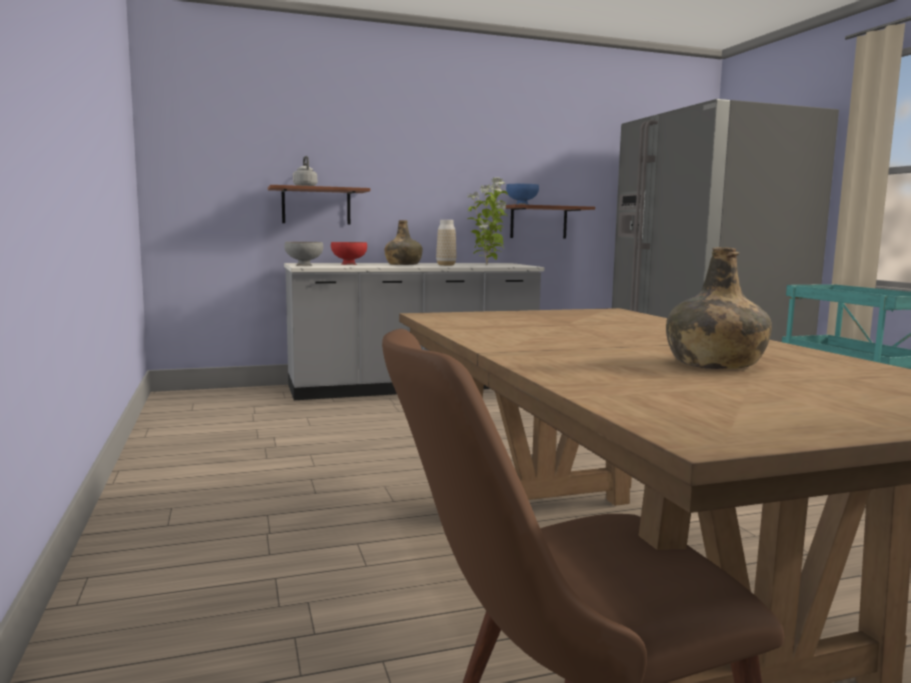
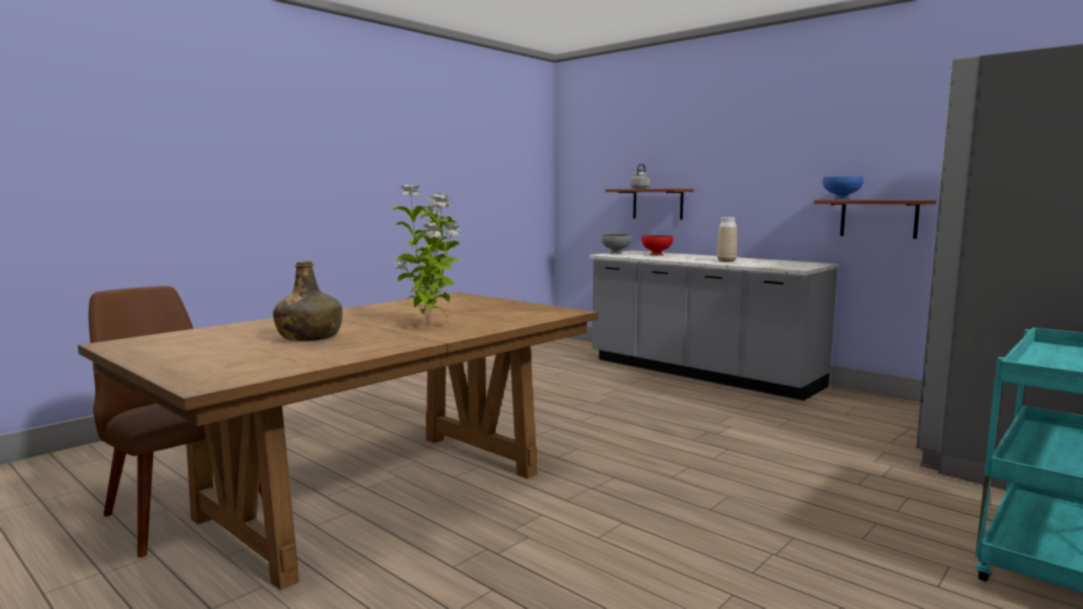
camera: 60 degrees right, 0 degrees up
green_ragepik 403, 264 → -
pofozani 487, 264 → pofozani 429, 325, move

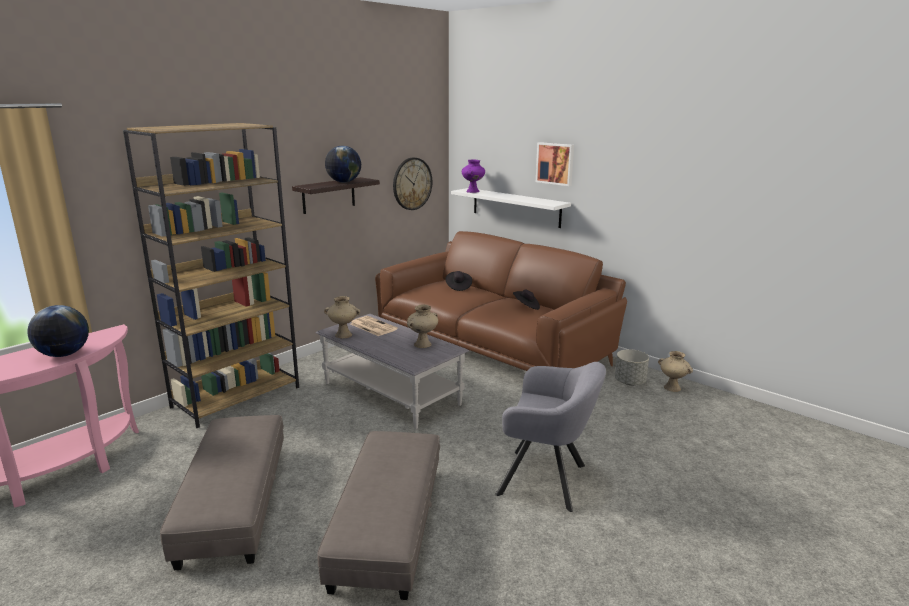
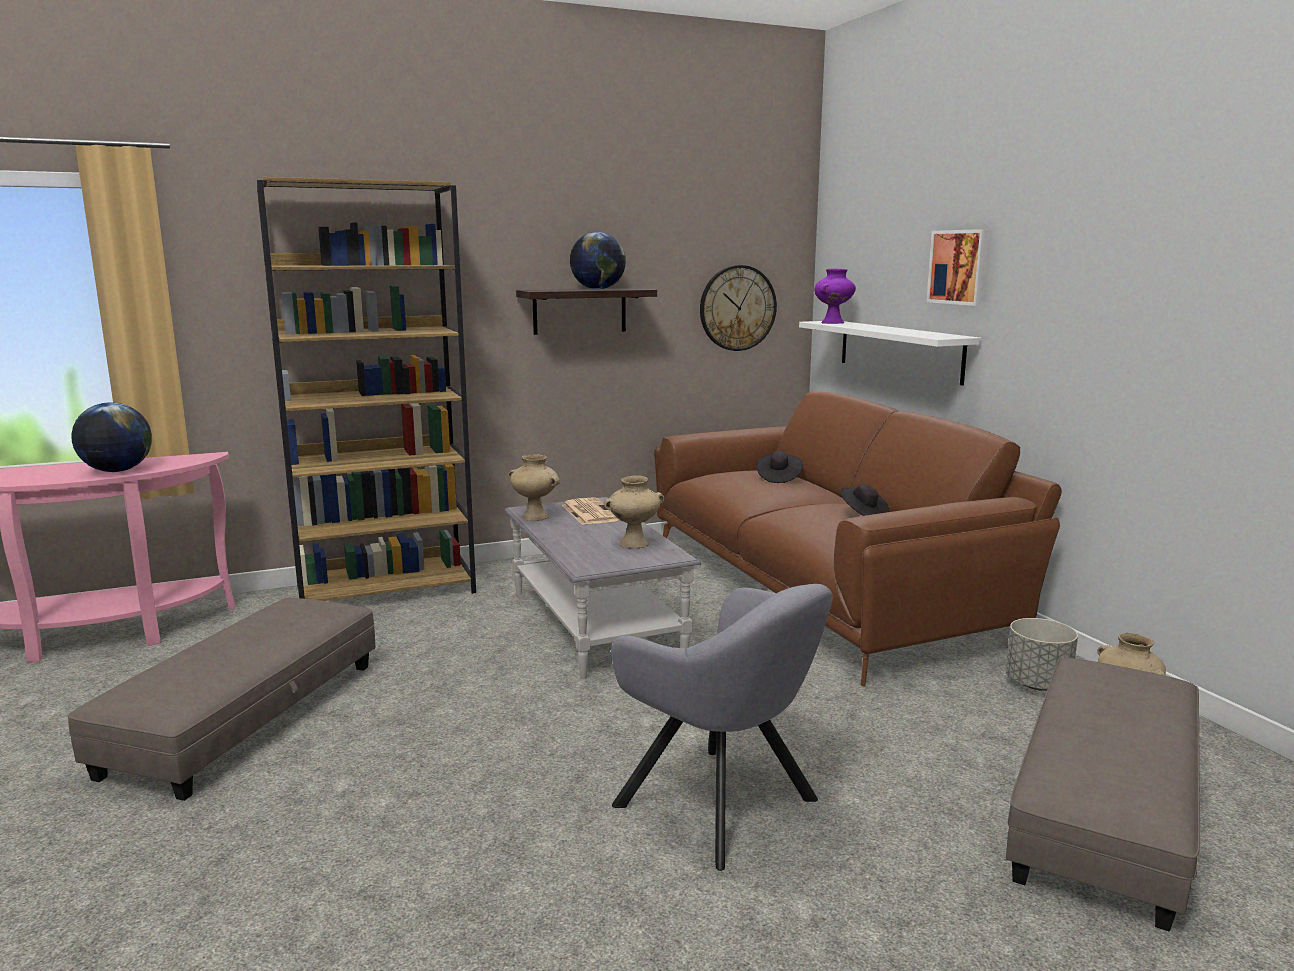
camera: 25 degrees right, 5 degrees down
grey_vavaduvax 388, 525 → grey_vavaduvax 1104, 809, move

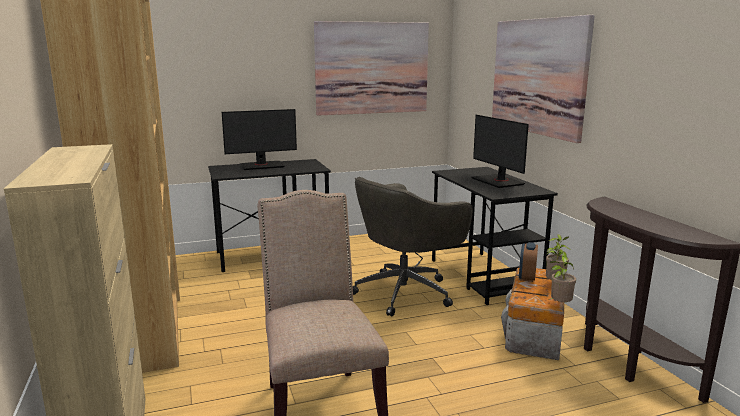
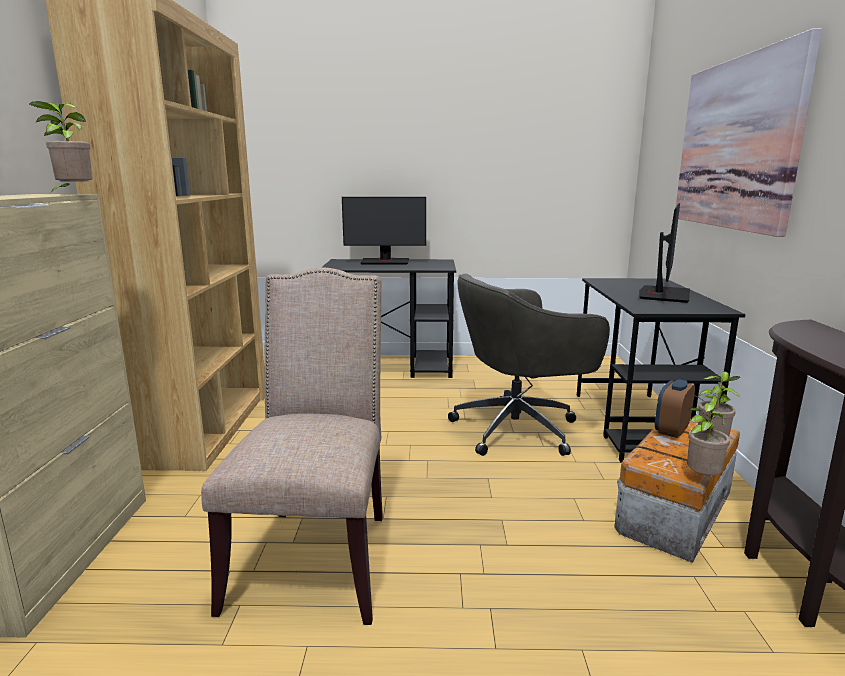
camera: 20 degrees right, 0 degrees up
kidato 372, 68 → -
- → pofozani 73, 194
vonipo 498, 181 → vonipo 663, 294, 150 degrees counterclockwise

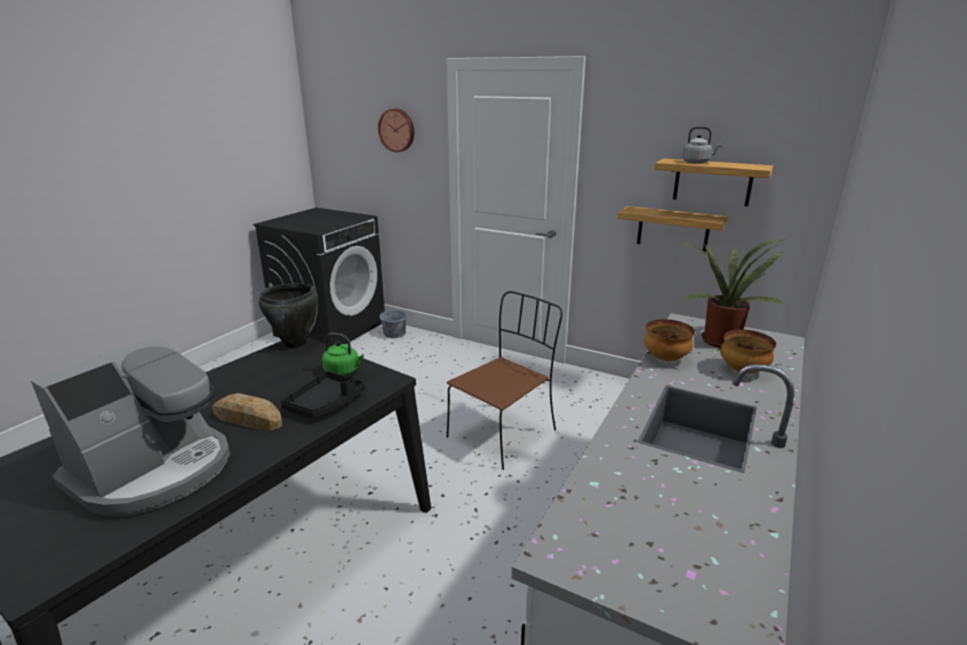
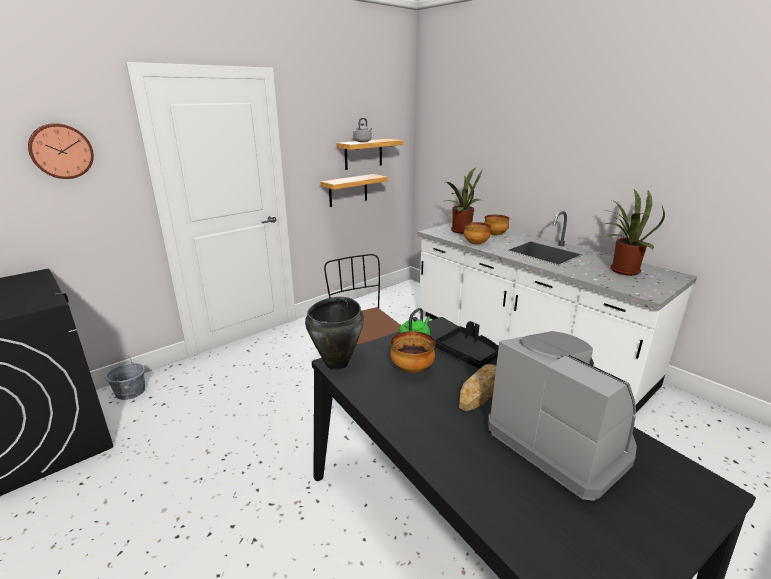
camera: 70 degrees left, 0 degrees up
- → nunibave 411, 369
- → pofozani 621, 270

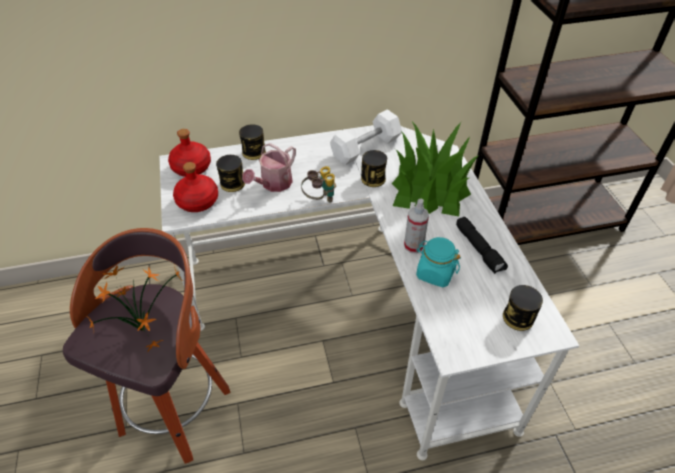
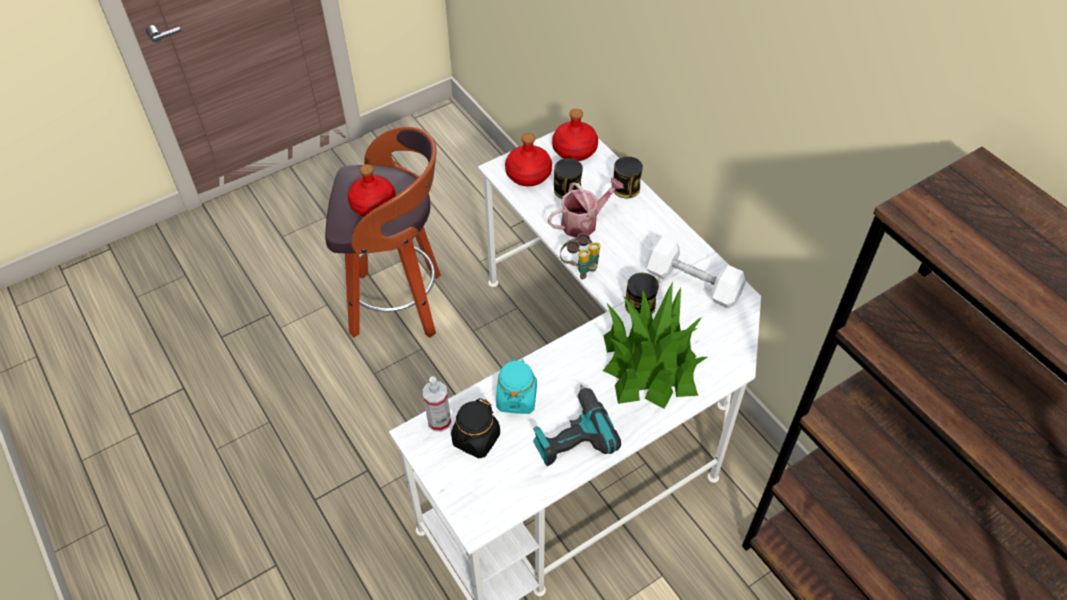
camera: 70 degrees right, 5 degrees up
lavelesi 518, 317 → -
- → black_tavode 476, 439
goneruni 413, 246 → goneruni 439, 421, move
pofozani 143, 328 → red_ragepik 373, 204
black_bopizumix 479, 249 → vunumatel 571, 434
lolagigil 273, 184 → lolagigil 583, 222, 135 degrees clockwise

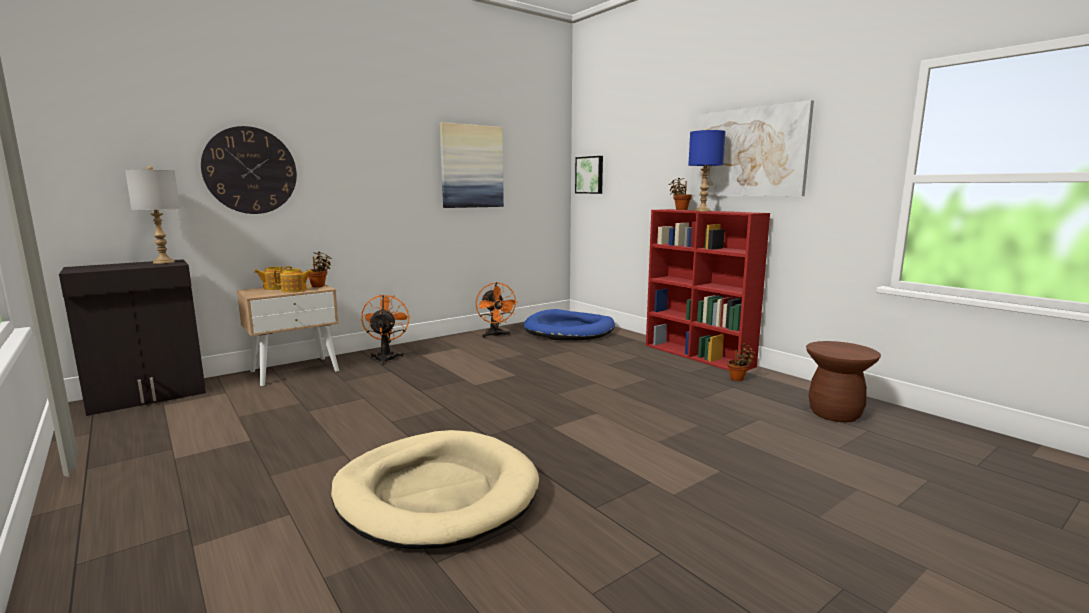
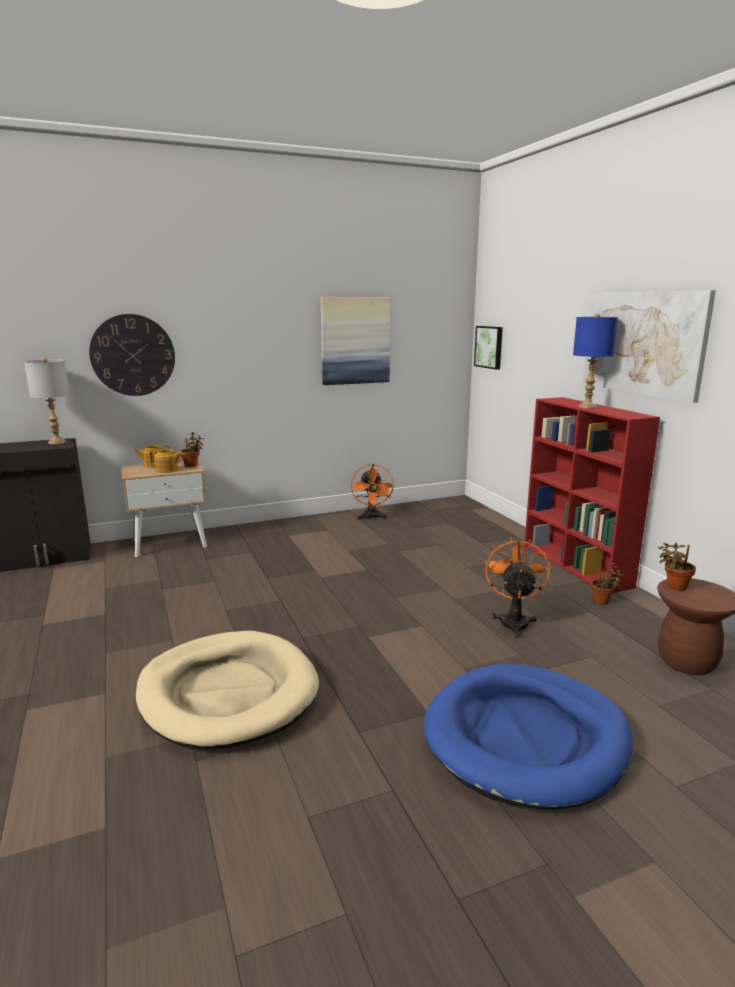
camera: 15 degrees right, 5 degrees up
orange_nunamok 386, 357 → orange_nunamok 514, 621, move
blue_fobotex 569, 330 → blue_fobotex 526, 738, move
pofozani 680, 209 → pofozani 674, 586, move

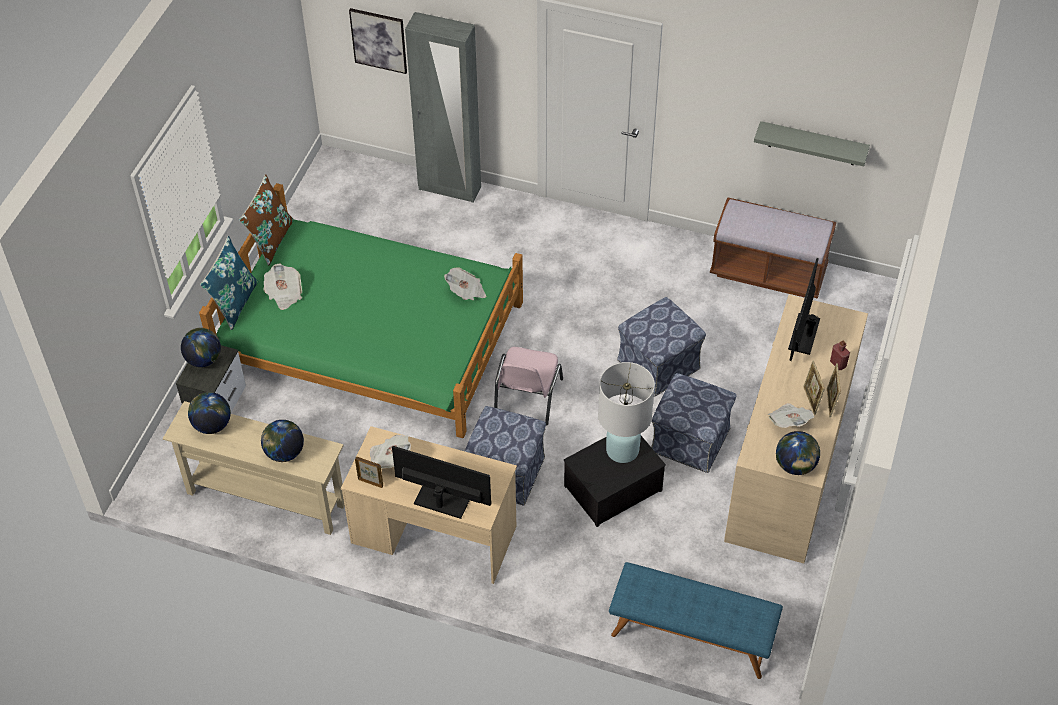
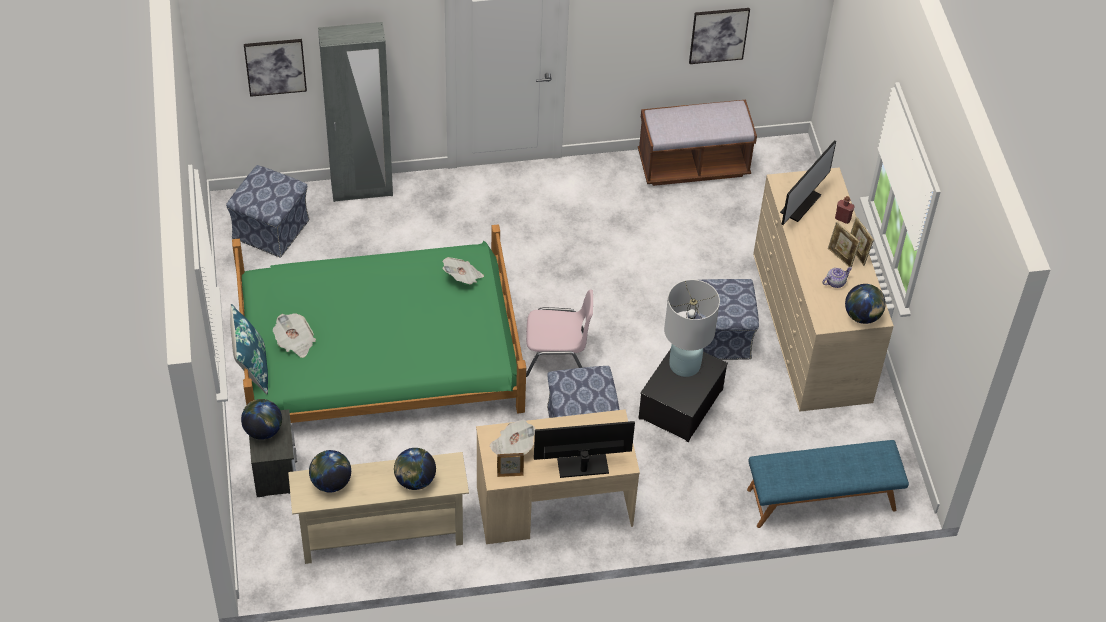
camera: 30 degrees left, 0 degrees up
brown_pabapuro 271, 240 → -
vavaduvax 659, 364 → vavaduvax 271, 228, move
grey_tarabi 812, 144 → kidato 718, 35
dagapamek 789, 422 → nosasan 835, 282
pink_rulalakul 527, 398 → pink_rulalakul 557, 355, 75 degrees counterclockwise
vonipo 804, 334 → vonipo 800, 204, 135 degrees counterclockwise

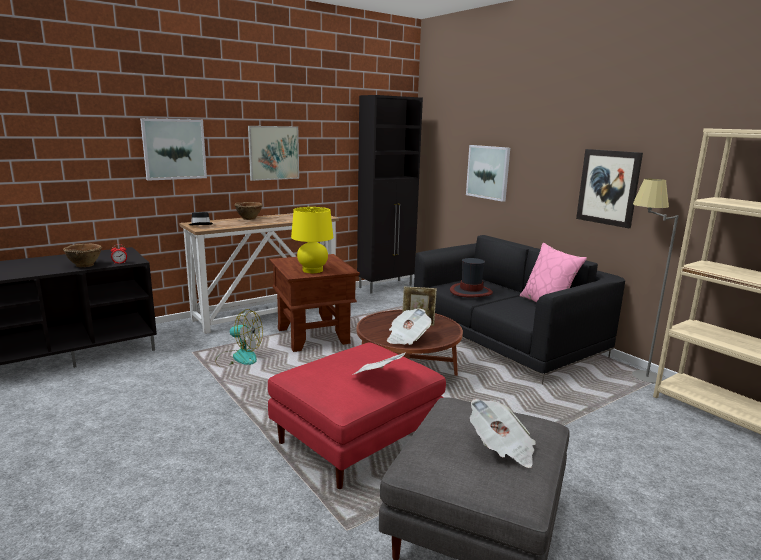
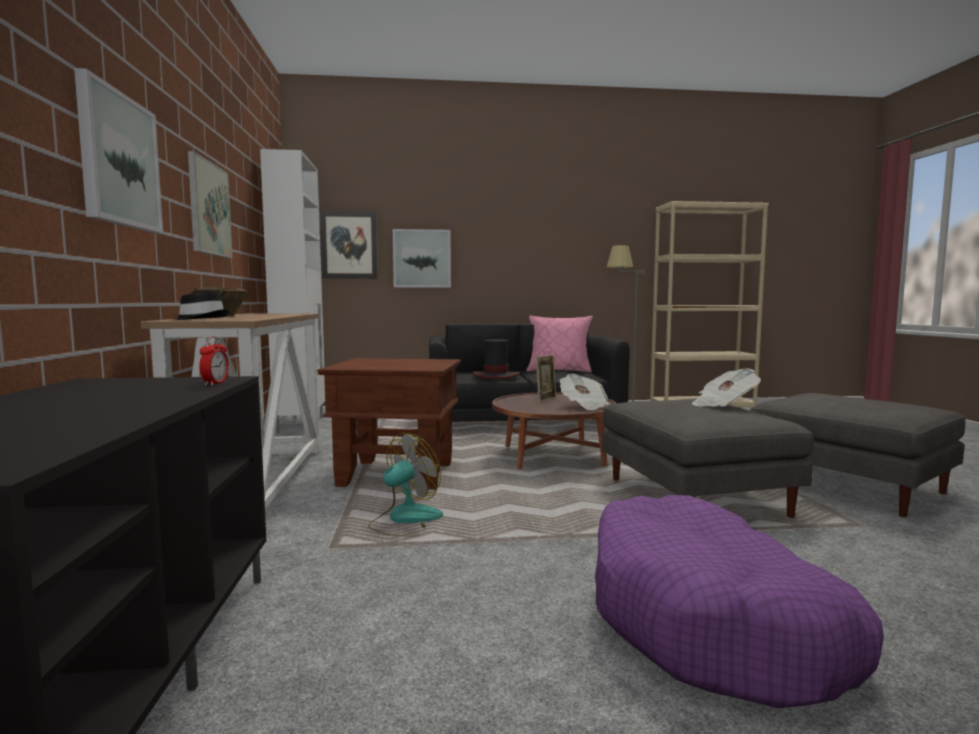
camera: 60 degrees left, 10 degrees down
brown_nunibave 84, 265 → -
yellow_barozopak 312, 270 → -
dagapamek 502, 448 → -
- → purple_fobotex 712, 622
kidato 608, 187 → kidato 349, 245, move
red_vavaduvax 357, 439 → grey_vavaduvax 692, 496
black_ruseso 386, 286 → white_ruseso 302, 424

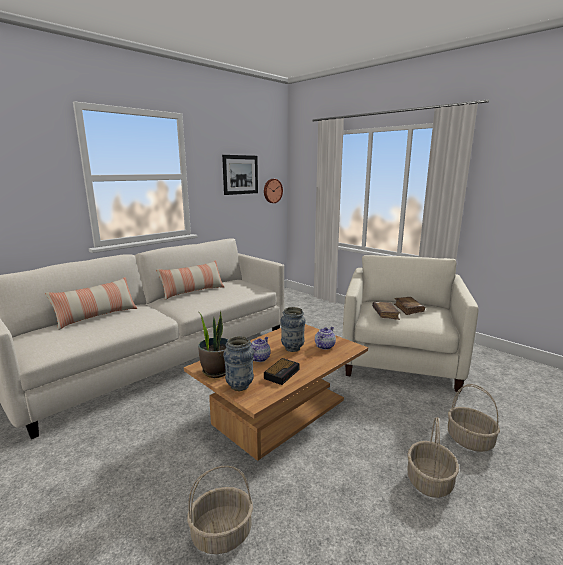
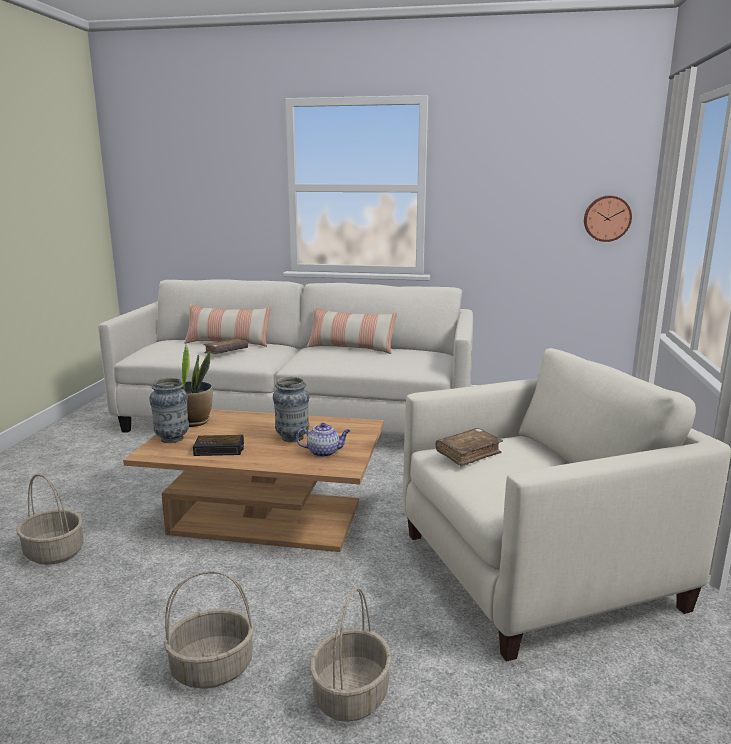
camera: 55 degrees right, 0 degrees up
kidato 240, 174 → -
nosasan 259, 358 → -
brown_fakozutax 408, 309 → brown_fakozutax 226, 352, move

